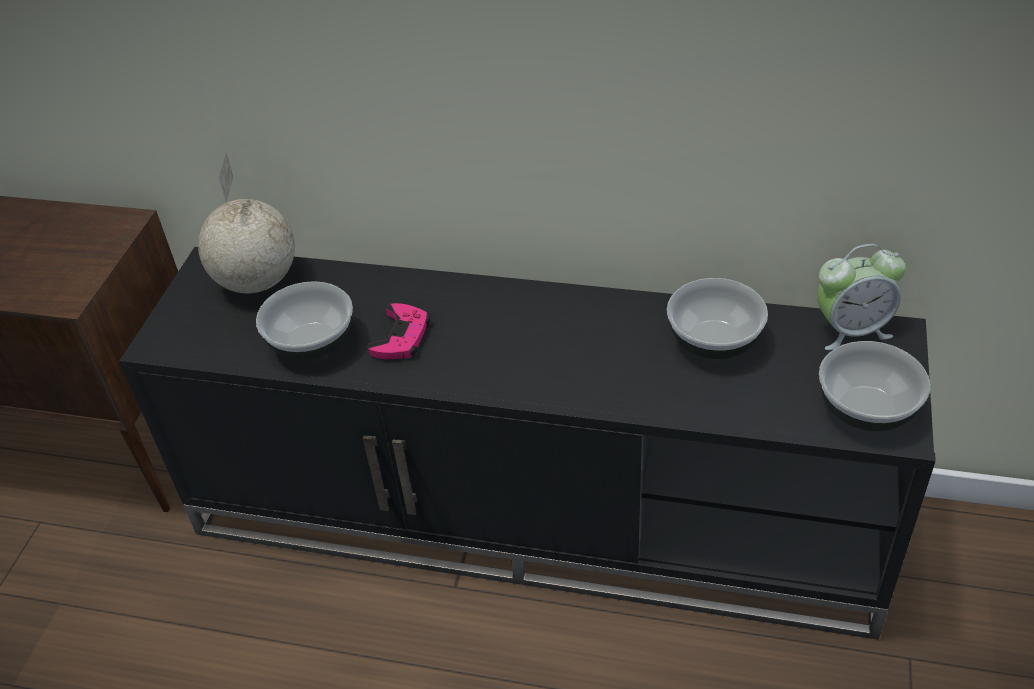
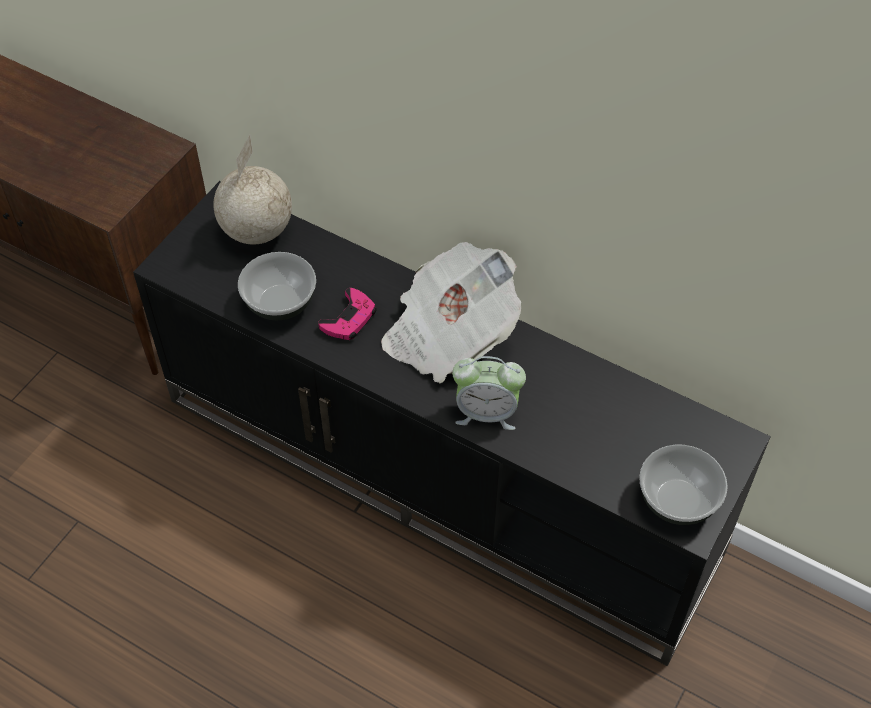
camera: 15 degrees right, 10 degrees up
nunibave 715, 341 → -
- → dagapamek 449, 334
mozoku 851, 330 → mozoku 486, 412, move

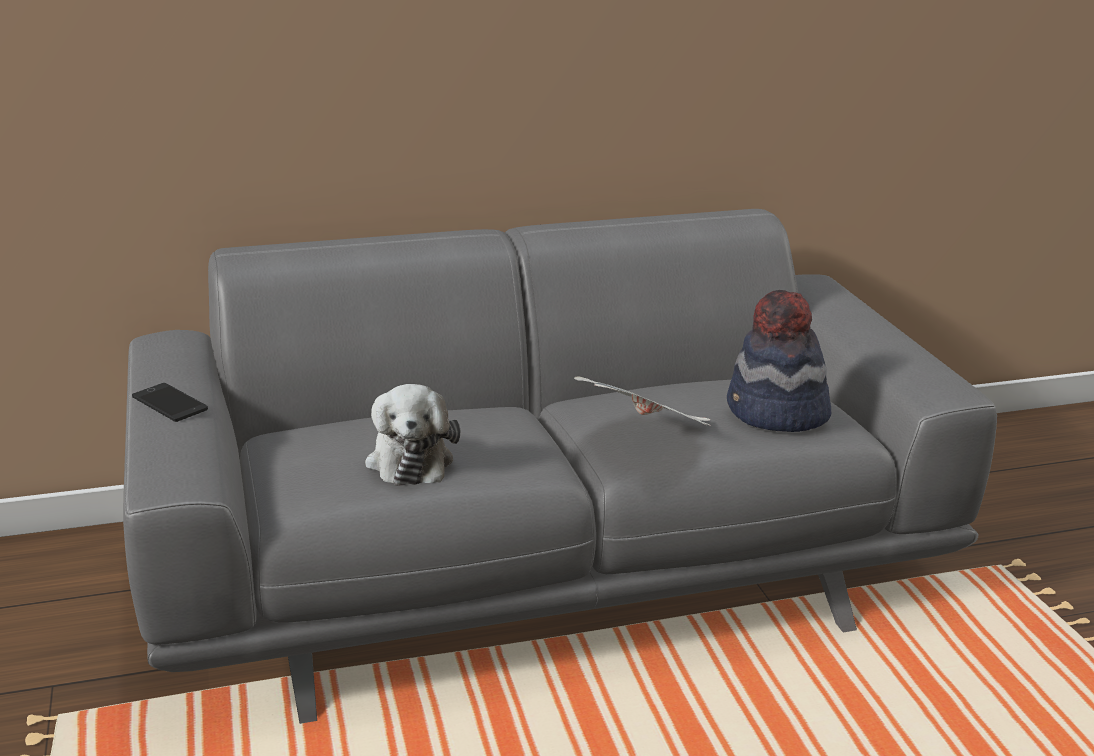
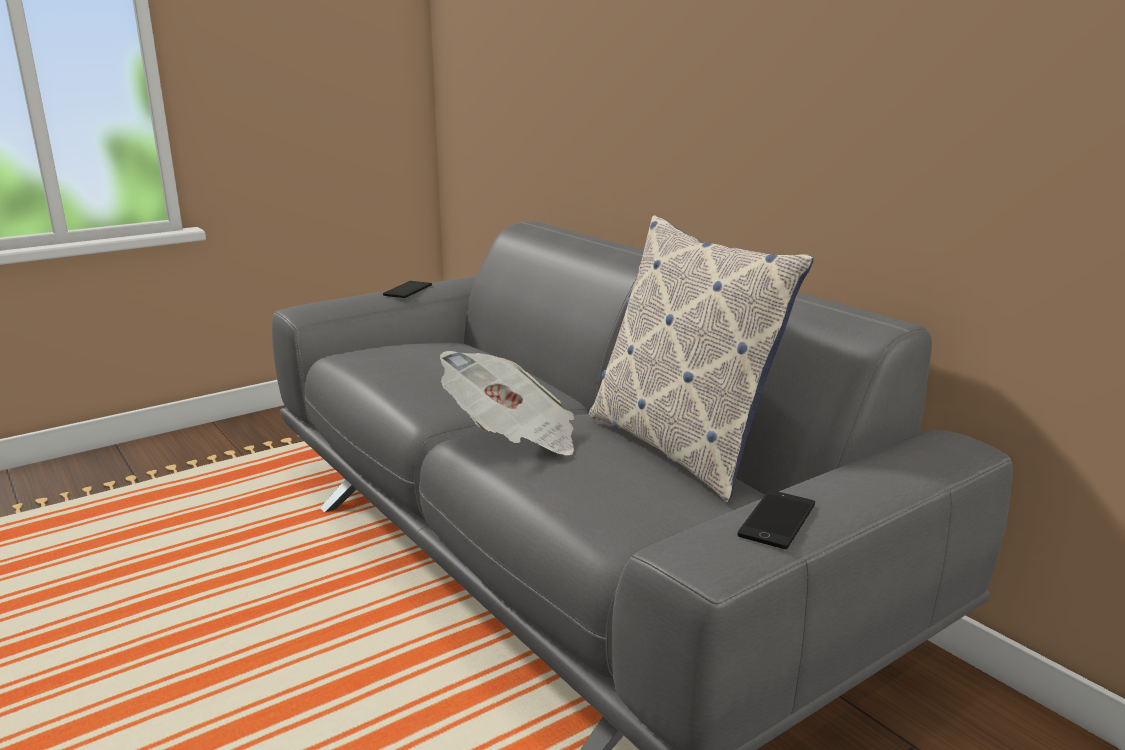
camera: 70 degrees right, 5 degrees down
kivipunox 410, 459 → -
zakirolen 776, 414 → -
- → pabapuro 681, 447
- → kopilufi 777, 520

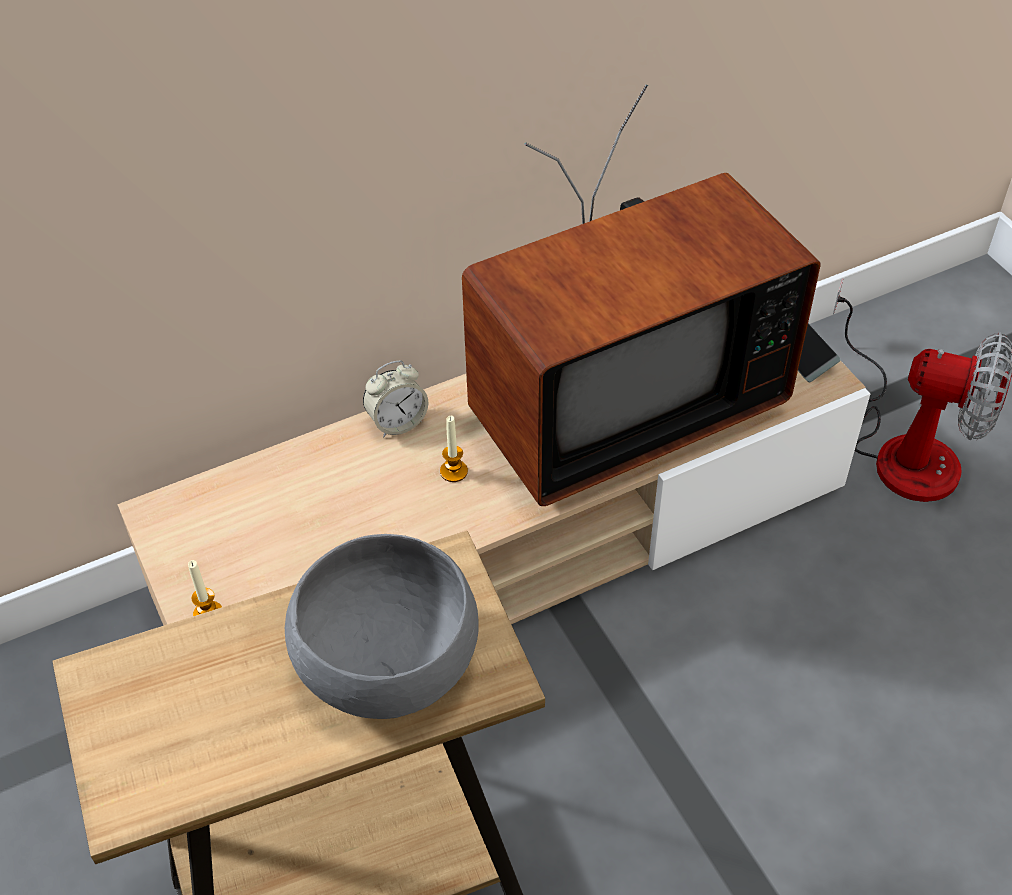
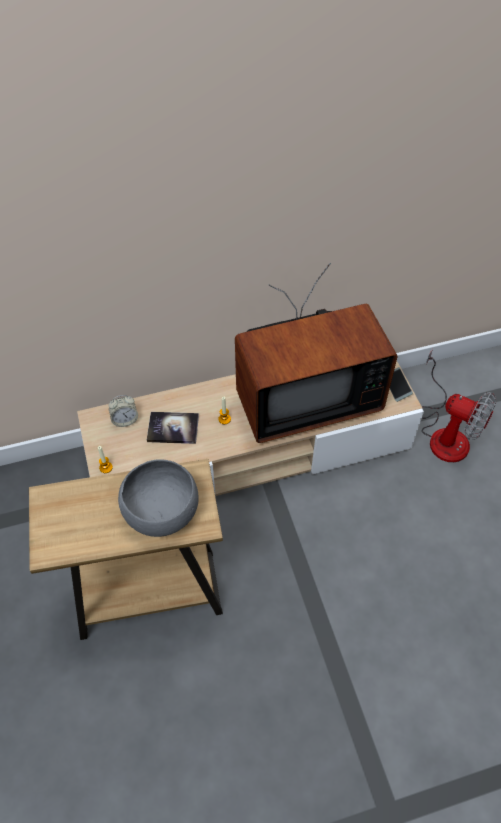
camera: 10 degrees right, 5 degrees up
- → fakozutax 173, 428
mozoku 397, 422 → mozoku 125, 420, move

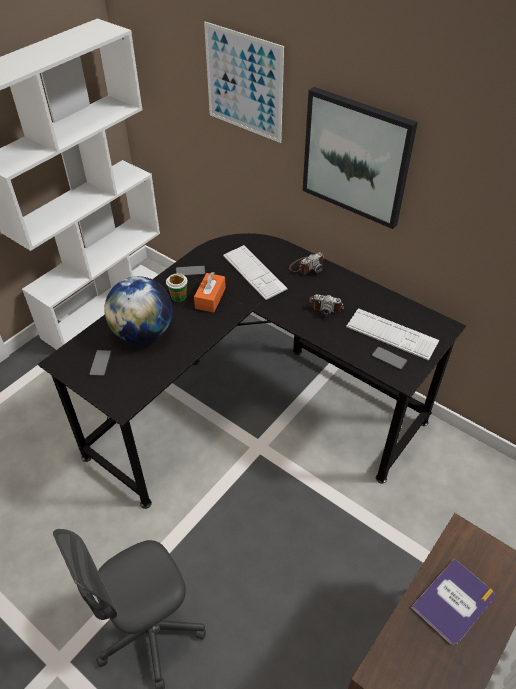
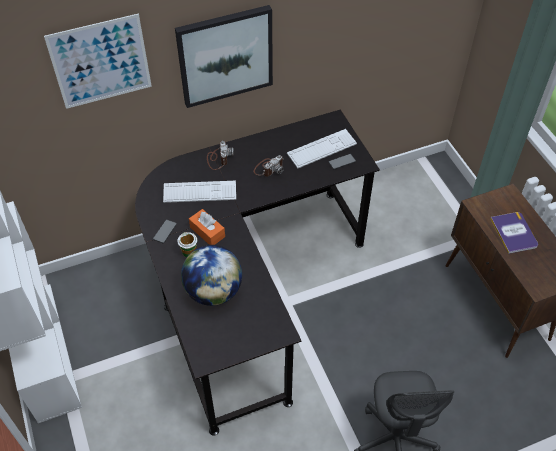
camera: 60 degrees left, 5 degrees up
kopilufi 100, 363 → -

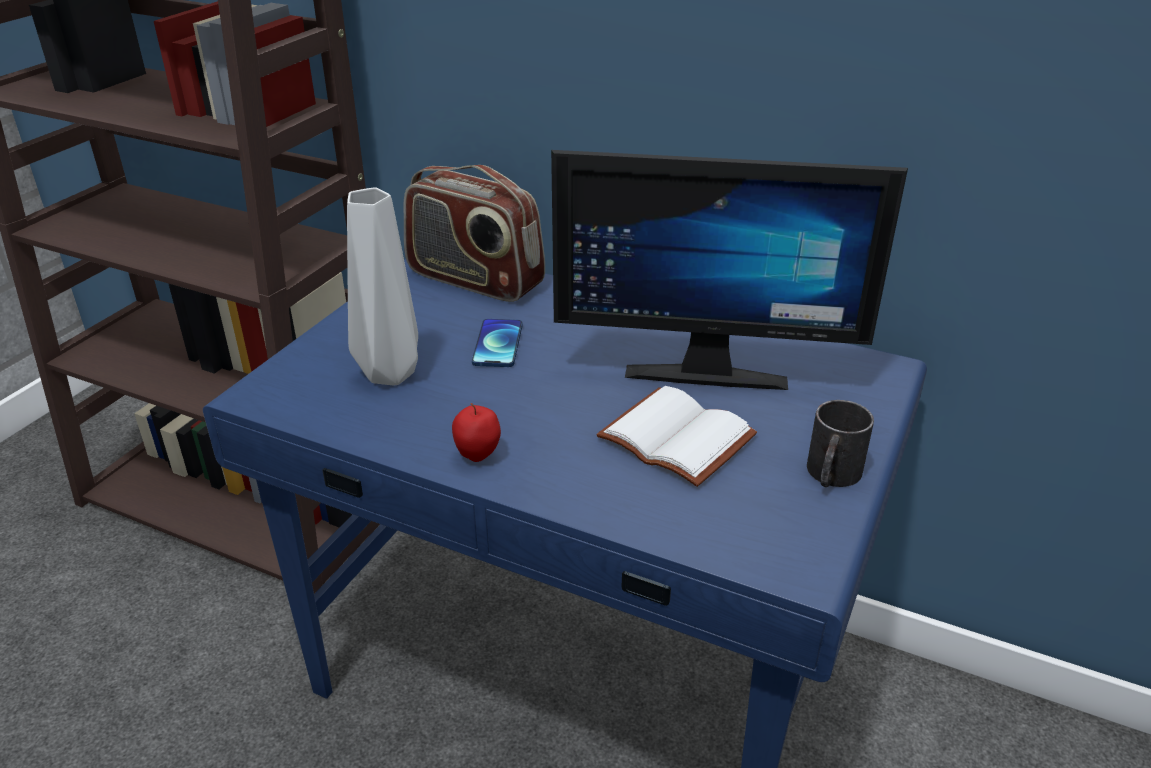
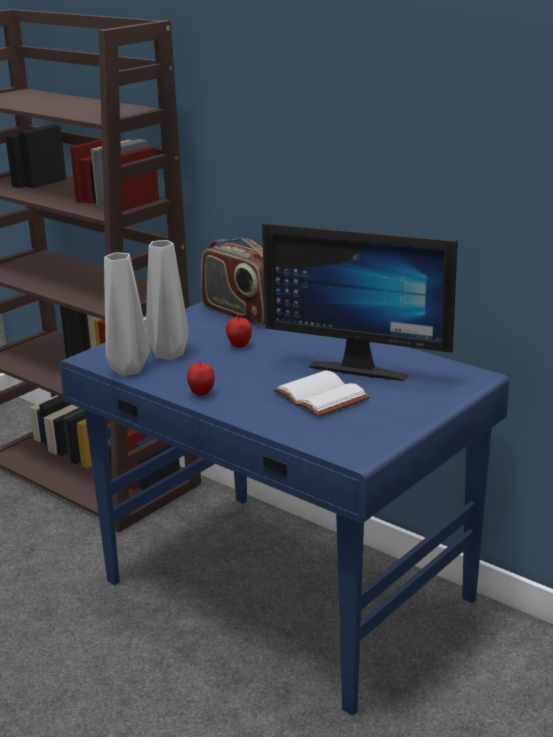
camera: 15 degrees right, 10 degrees down
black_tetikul 831, 476 → -
- → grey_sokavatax 128, 371
kopilufi 498, 344 → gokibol 239, 346

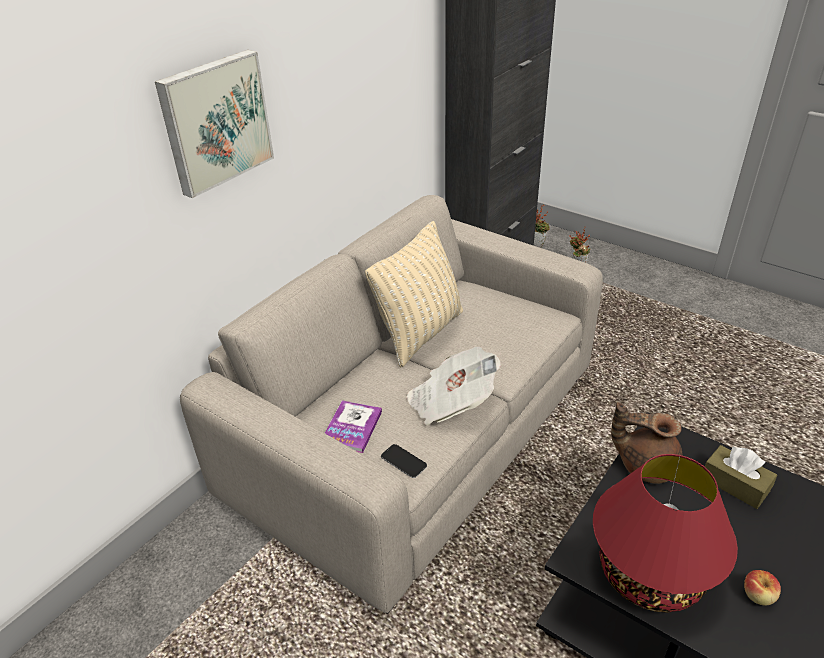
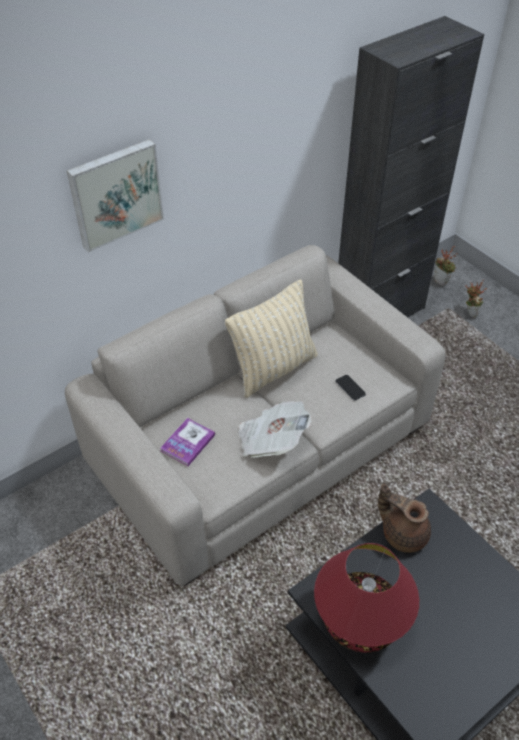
camera: 15 degrees right, 10 degrees up
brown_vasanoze 735, 484 → -
gokibol 758, 595 → -
kopilufi 403, 461 → kopilufi 350, 388, move

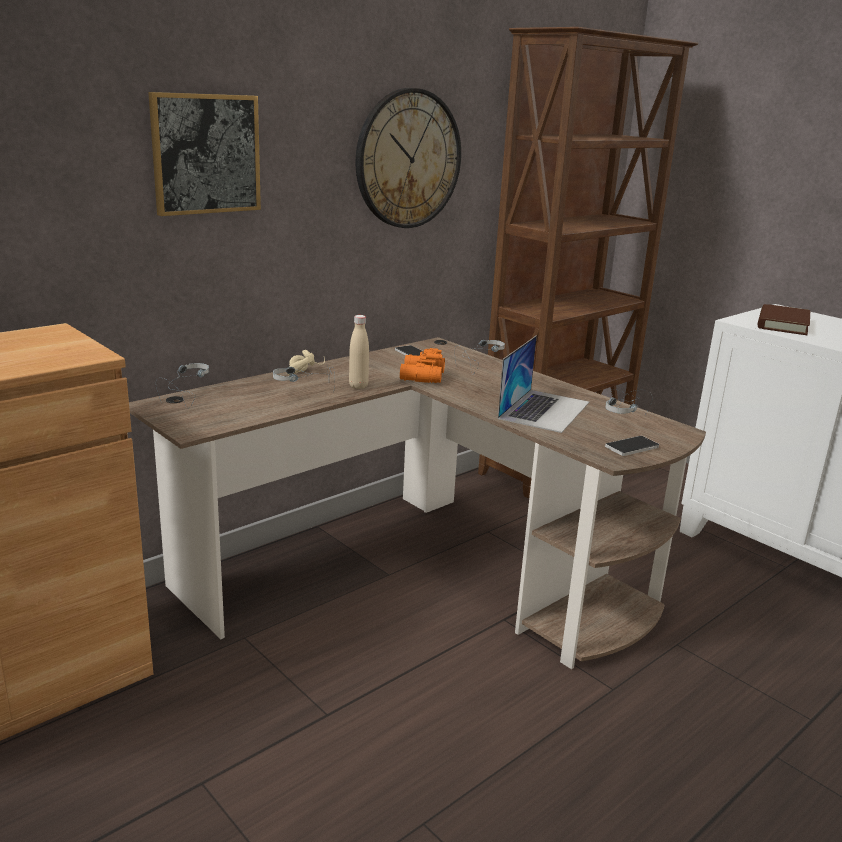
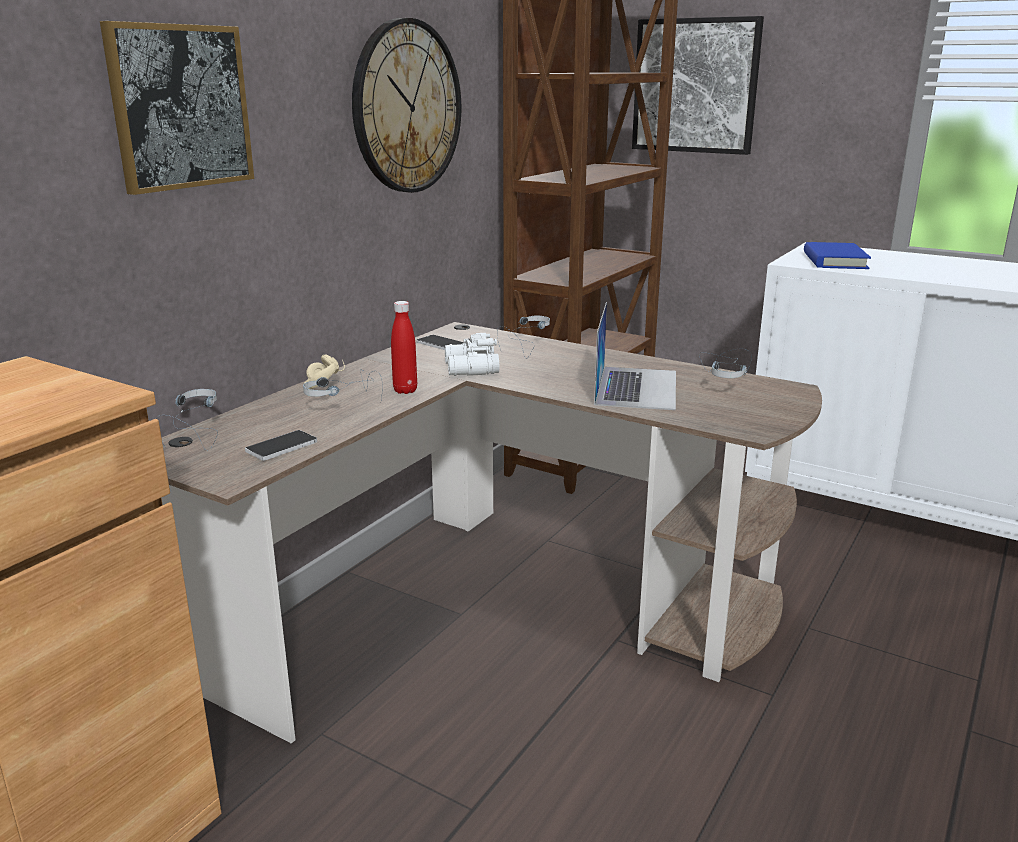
camera: 15 degrees left, 0 degrees up
- → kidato 695, 86
kopilufi 632, 447 → kopilufi 282, 447, move
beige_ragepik 358, 386 → red_ragepik 405, 390
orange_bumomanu 420, 376 → white_bumomanu 470, 369
brown_fakozutax 782, 324 → blue_fakozutax 834, 260

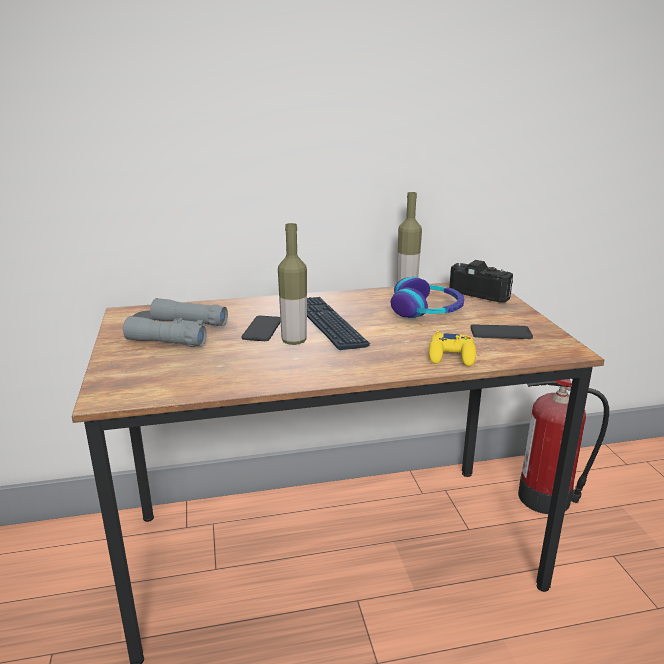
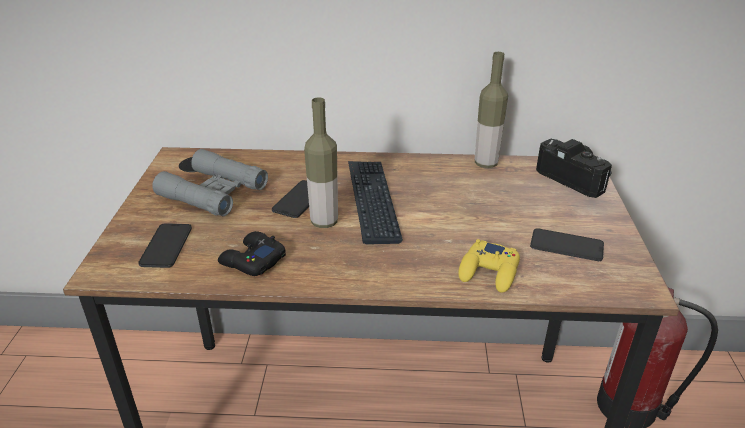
camera: 15 degrees right, 10 degrees up
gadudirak 427, 310 → -
- → kopilufi 166, 246
- → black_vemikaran 252, 260

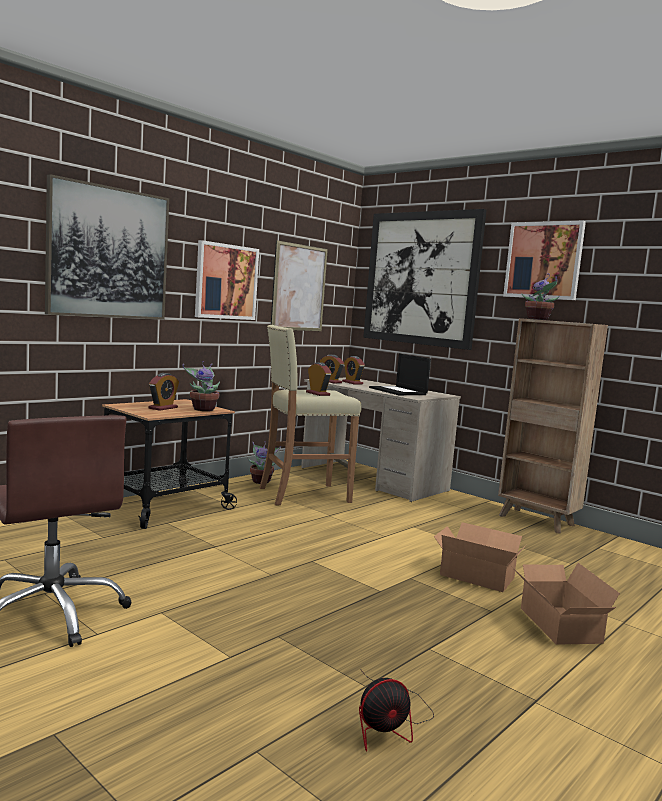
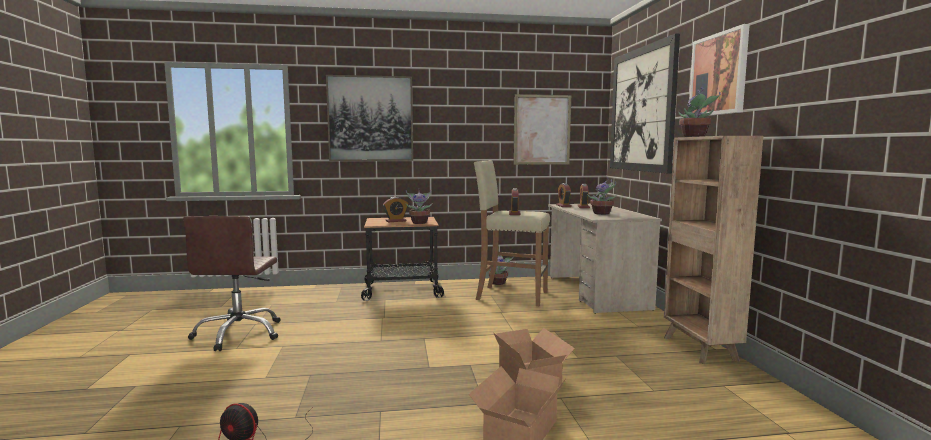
camera: 40 degrees right, 0 degrees up
kidato 226, 281 → -
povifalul 398, 391 → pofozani 602, 213

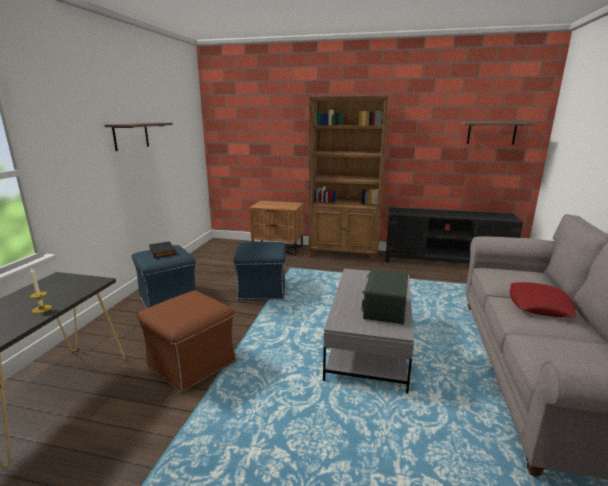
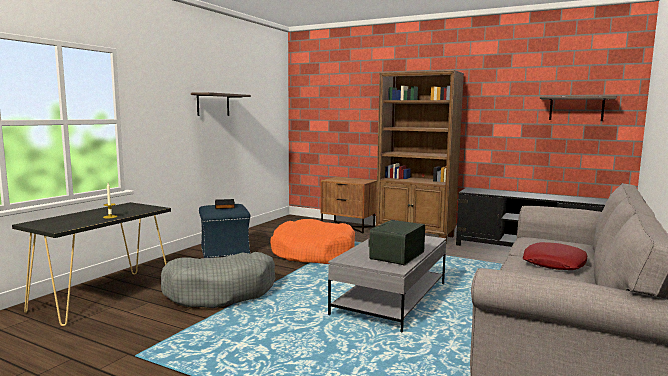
camera: 15 degrees right, 10 degrees down
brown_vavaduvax 191, 364 → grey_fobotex 221, 292
blue_vavaduvax 262, 289 → orange_fobotex 313, 253

